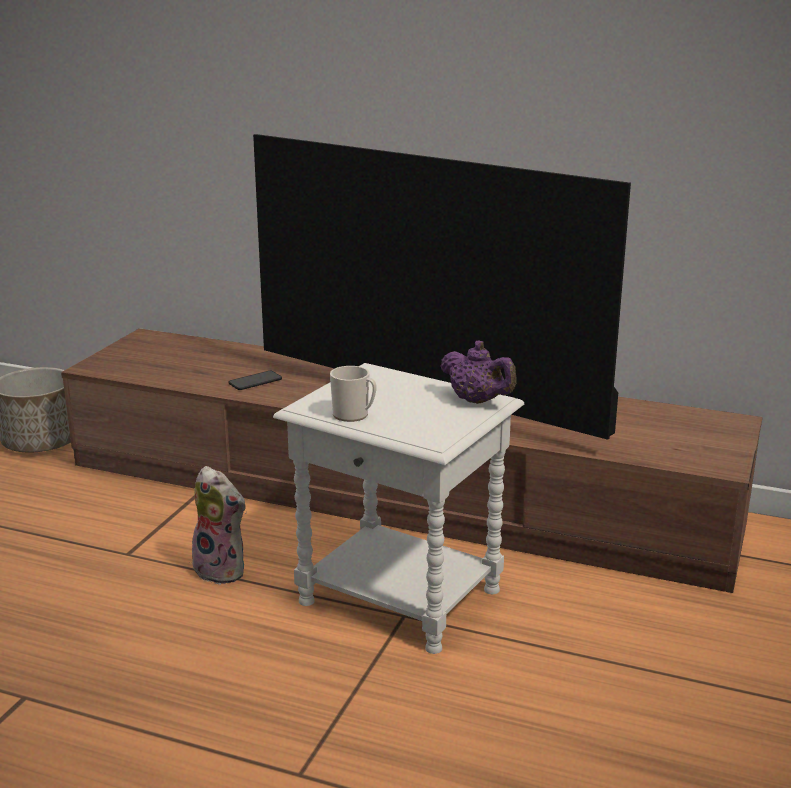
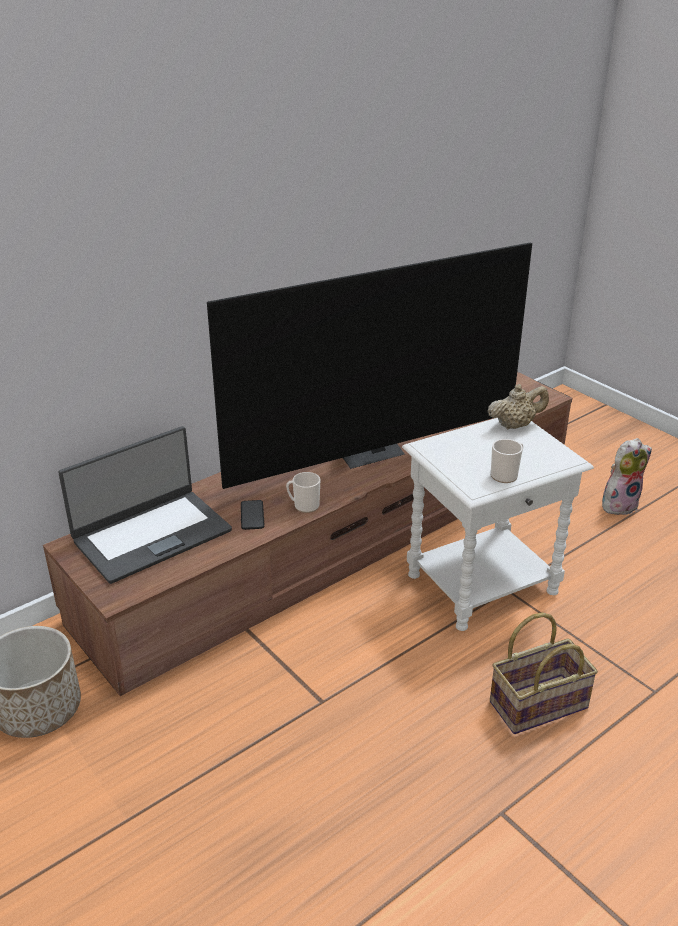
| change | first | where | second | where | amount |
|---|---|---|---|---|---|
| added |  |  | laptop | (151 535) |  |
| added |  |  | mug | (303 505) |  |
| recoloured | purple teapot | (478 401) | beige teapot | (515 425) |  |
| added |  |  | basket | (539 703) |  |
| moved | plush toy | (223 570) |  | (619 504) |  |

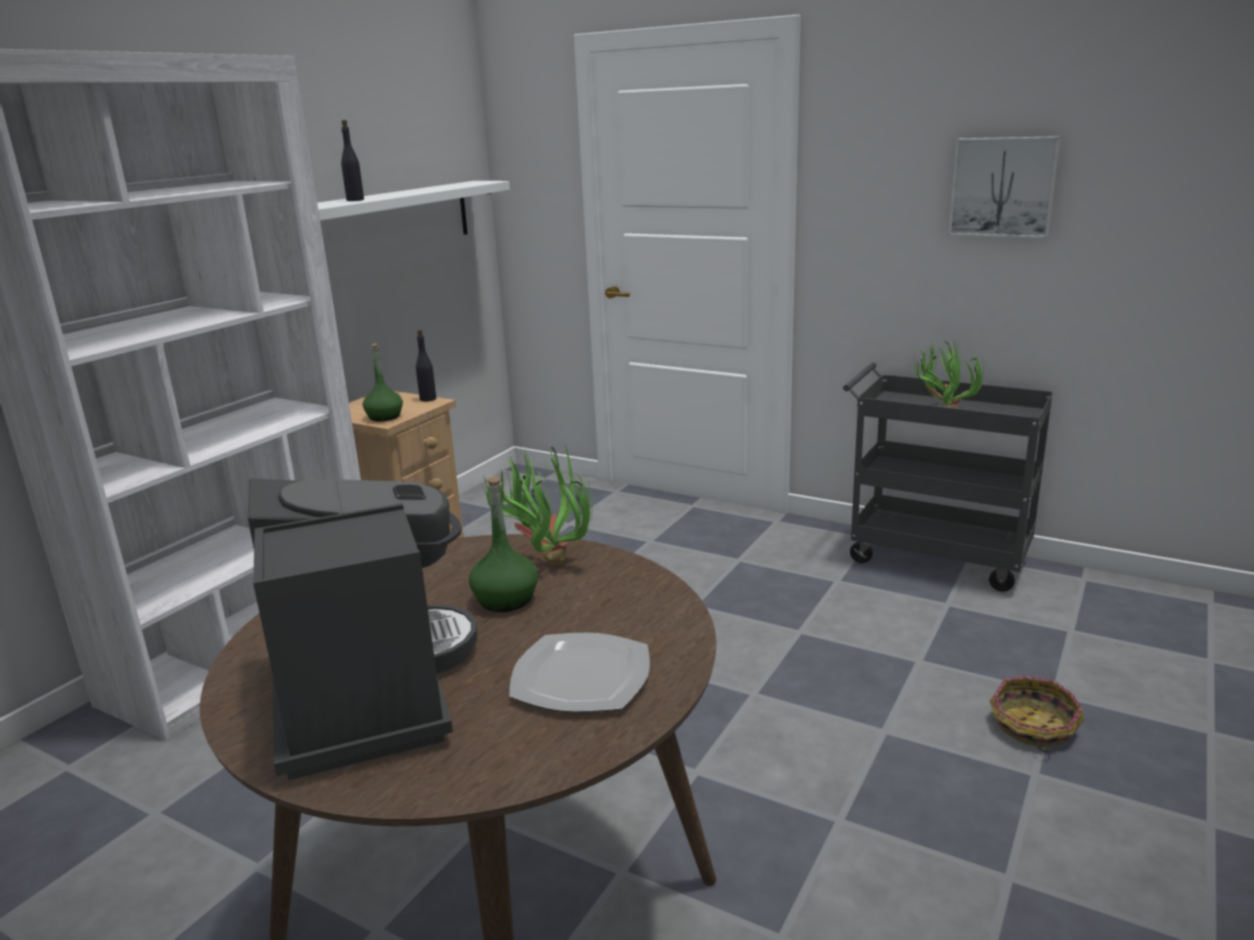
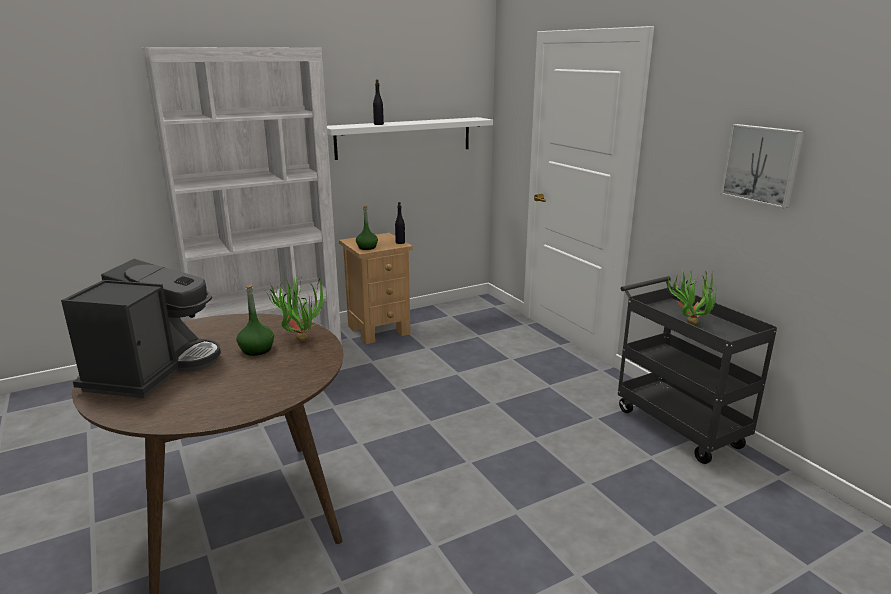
| change | first | where | second | where | amount |
|---|---|---|---|---|---|
| removed | plate | (583 676) |  |  |  |
| removed | basket | (1033 727) |  |  |  |

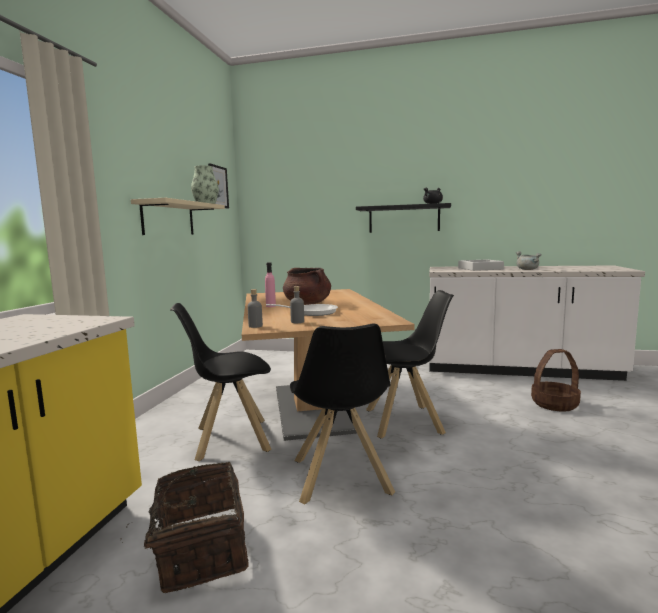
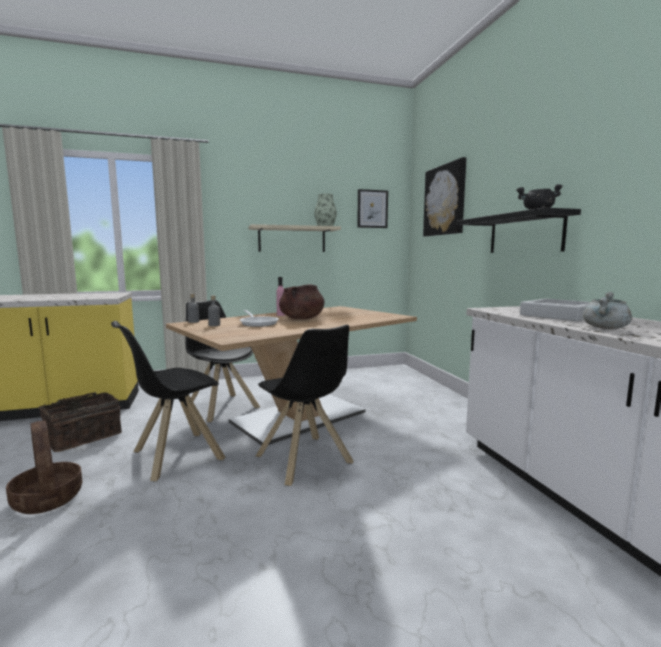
| change | first | where | second | where | amount |
|---|---|---|---|---|---|
| moved | basket | (554 404) |  | (48 498) |  |
| added |  |  | picture | (445 200) |  |

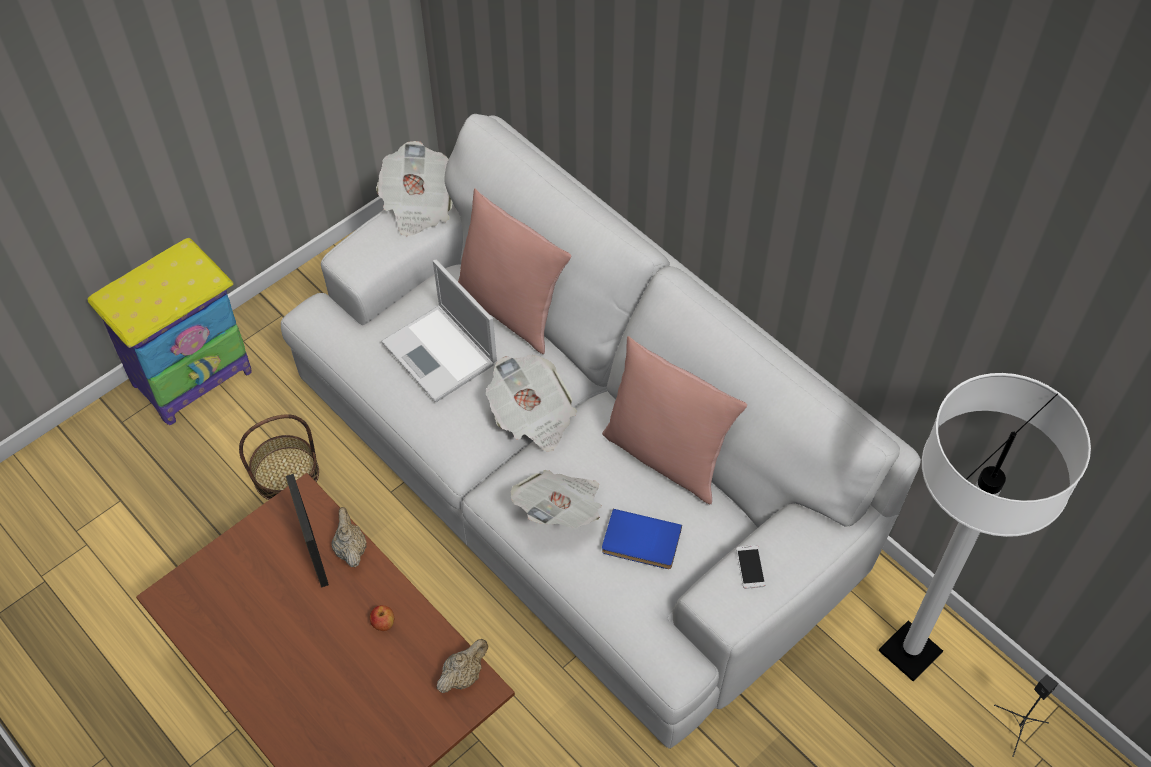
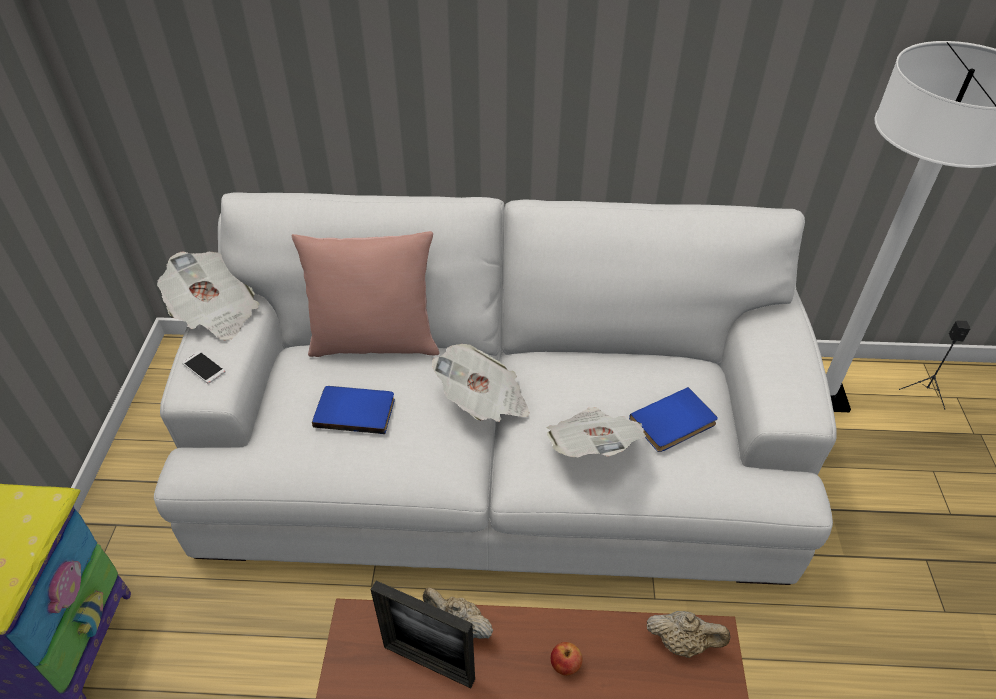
| change | first | where | second | where | amount |
|---|---|---|---|---|---|
| moved | phone | (750 567) |  | (203 367) |  |
| replaced | laptop | (441 354) | blue book | (355 410) |  |
| turned | beige teapot | (463 675) |  | (682 642) | 105 degrees clockwise |
| removed | basket | (286 474) |  |  |  |
| removed | pink pillow | (666 455) |  |  |  |

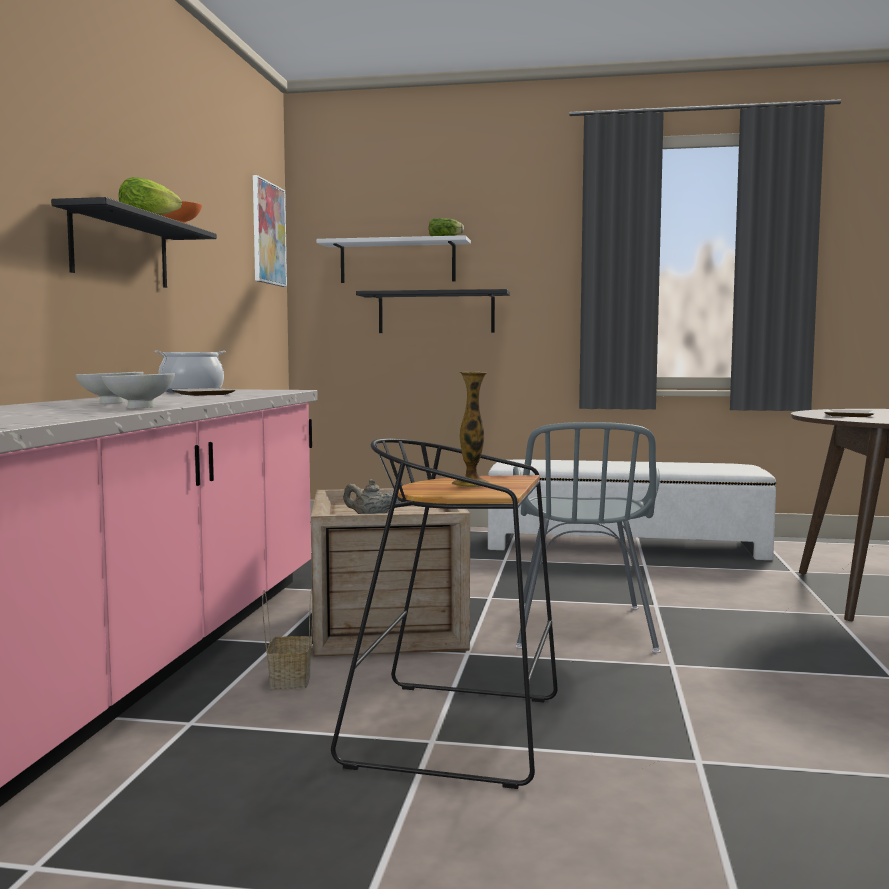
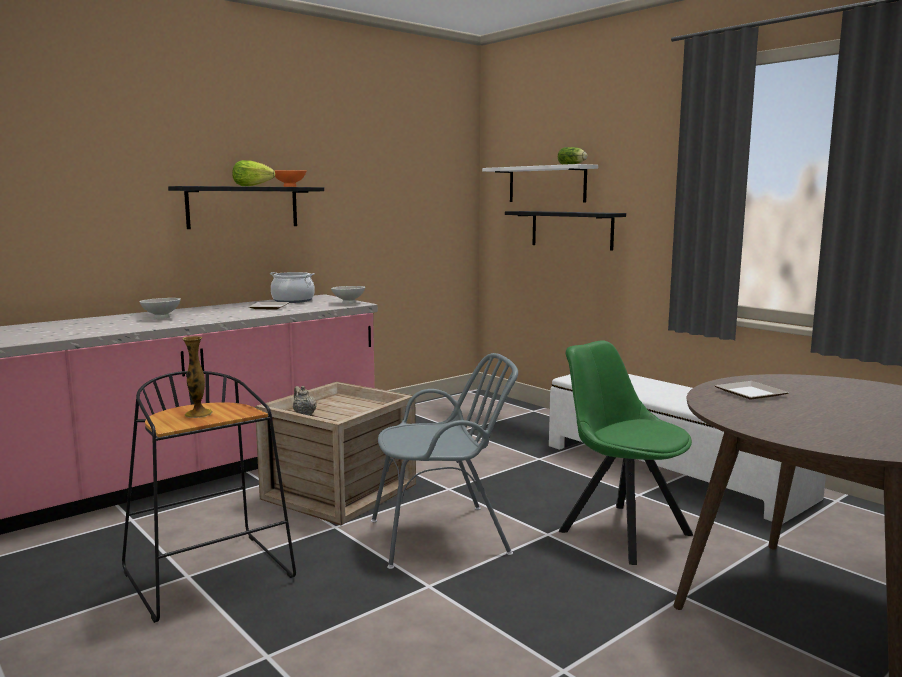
| change | first | where | second | where | amount |
|---|---|---|---|---|---|
| moved | white bowl | (139 407) |  | (347 303) |  |
| turned | grey chair | (583 629) |  | (445 535) | 150 degrees counterclockwise |
| added |  |  | green chair | (622 531) |  |
| removed | picture | (268 233) |  |  |  |
| removed | basket | (289 679) |  |  |  |

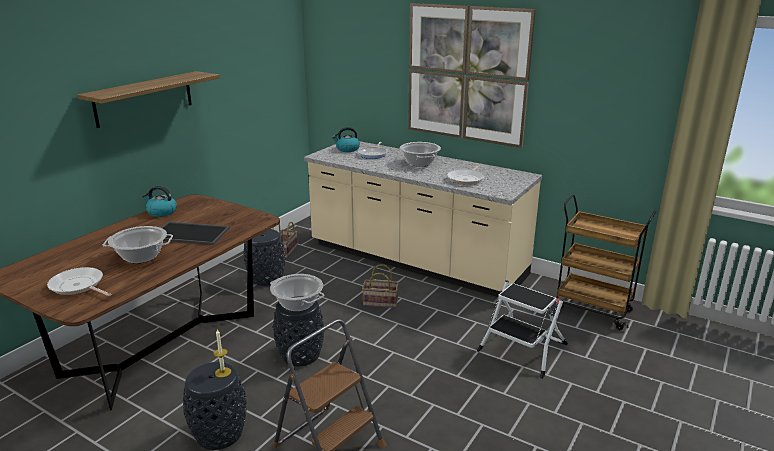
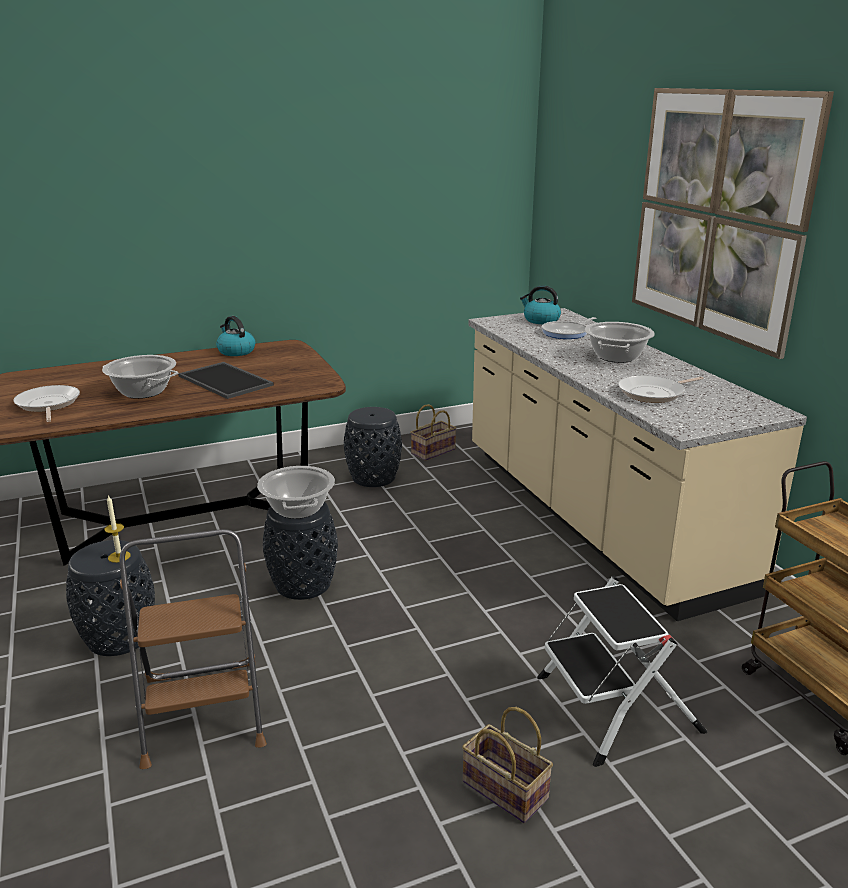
| change | first | where | second | where | amount |
|---|---|---|---|---|---|
| moved | basket | (379 302) |  | (502 790) |  |
| removed | shelf | (144 98) |  |  |  |

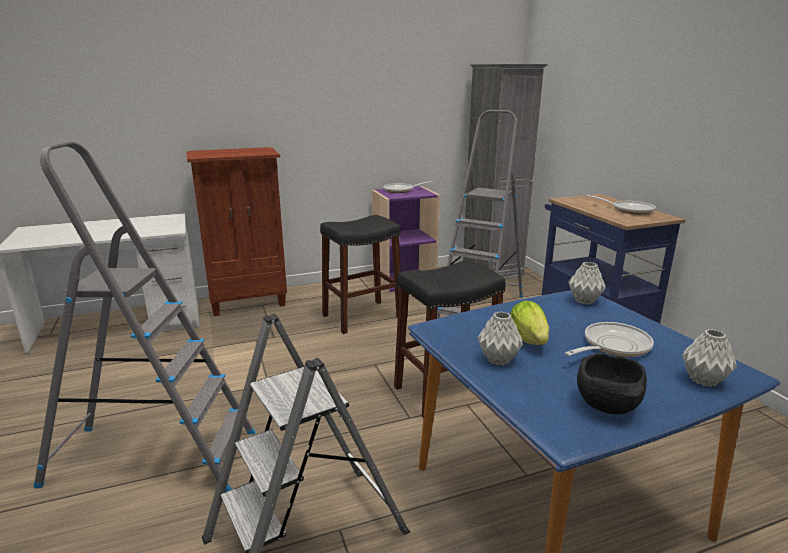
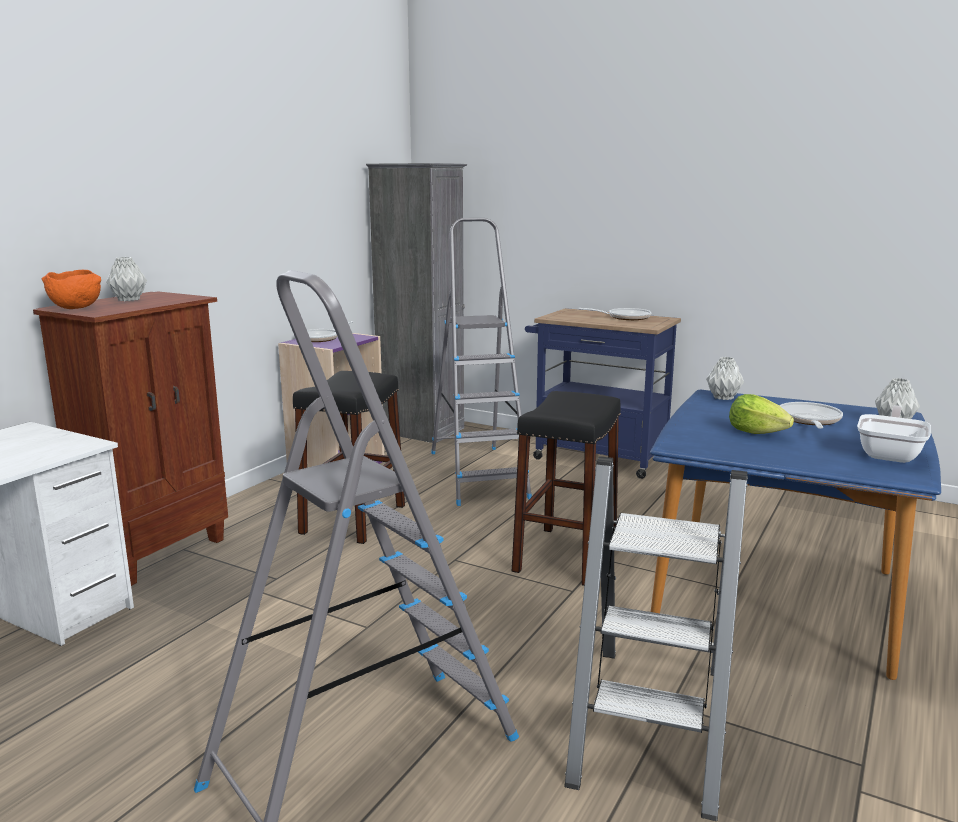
| change | first | where | second | where | amount |
|---|---|---|---|---|---|
| added |  |  | orange bowl | (77 308) |  |
| moved | grey vase | (499 360) |  | (129 300) |  |
| replaced | black bowl | (608 407) | frying pan | (890 454) |  |

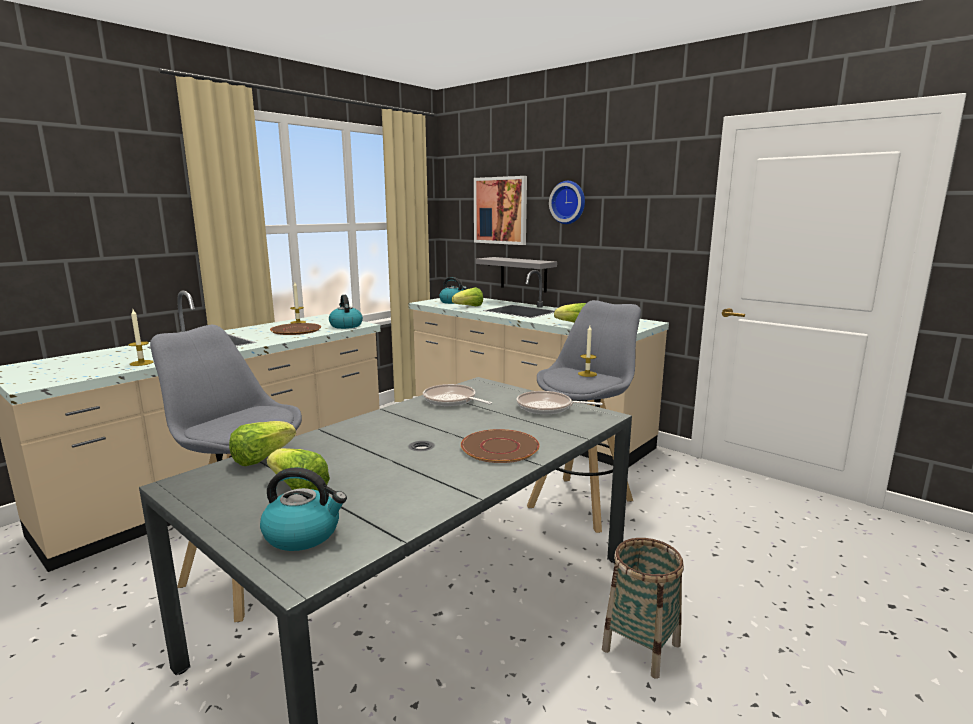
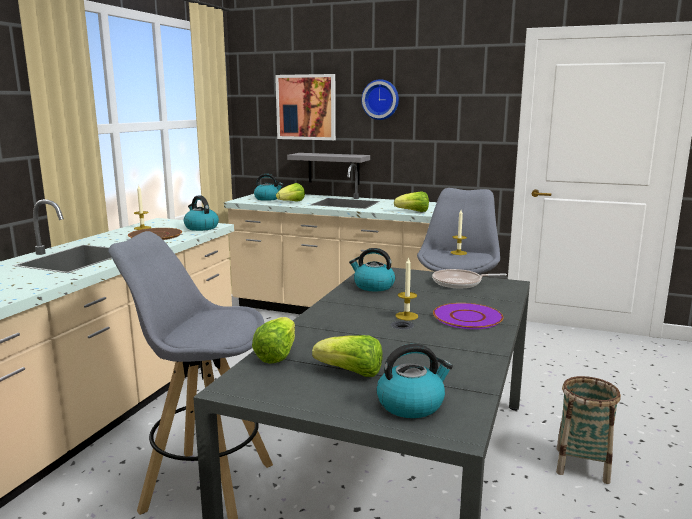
| change | first | where | second | where | amount |
|---|---|---|---|---|---|
| replaced | frying pan | (452 400) | kettle | (373 286) |  |
| moved | candle | (141 363) |  | (406 316) |  |
| recoloured | brown plate | (500 447) | purple plate | (468 317) |  |

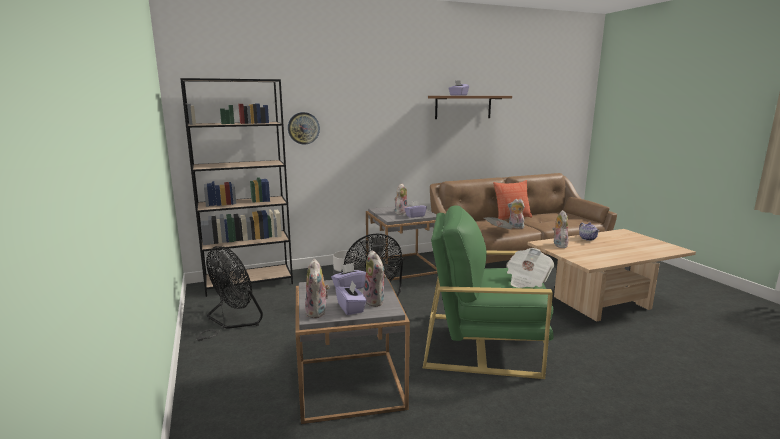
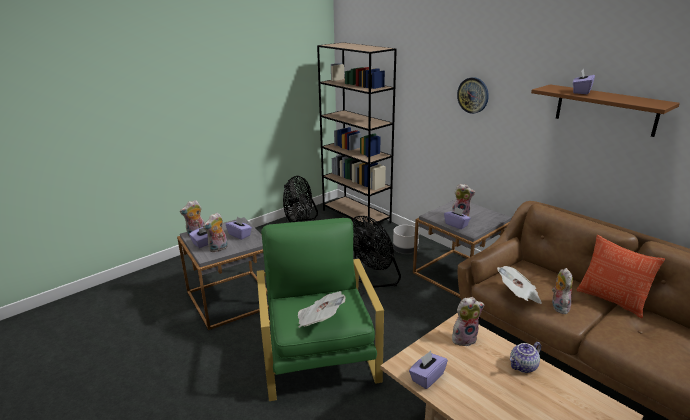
| change | first | where | second | where | amount |
|---|---|---|---|---|---|
| added |  |  | purple tissue box | (427 377) |  |
| moved | wall clock | (303 128) |  | (473 95) |  |

